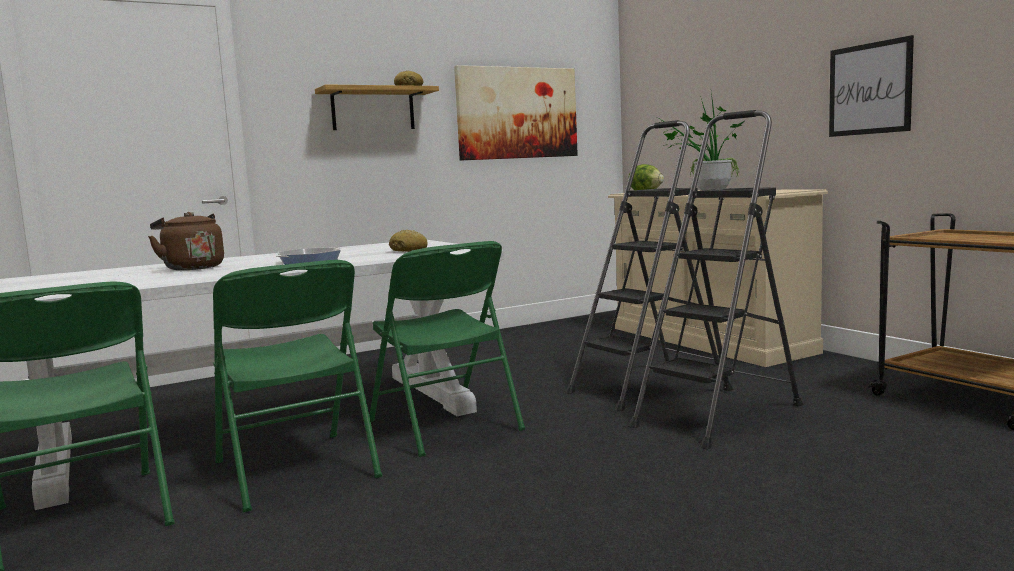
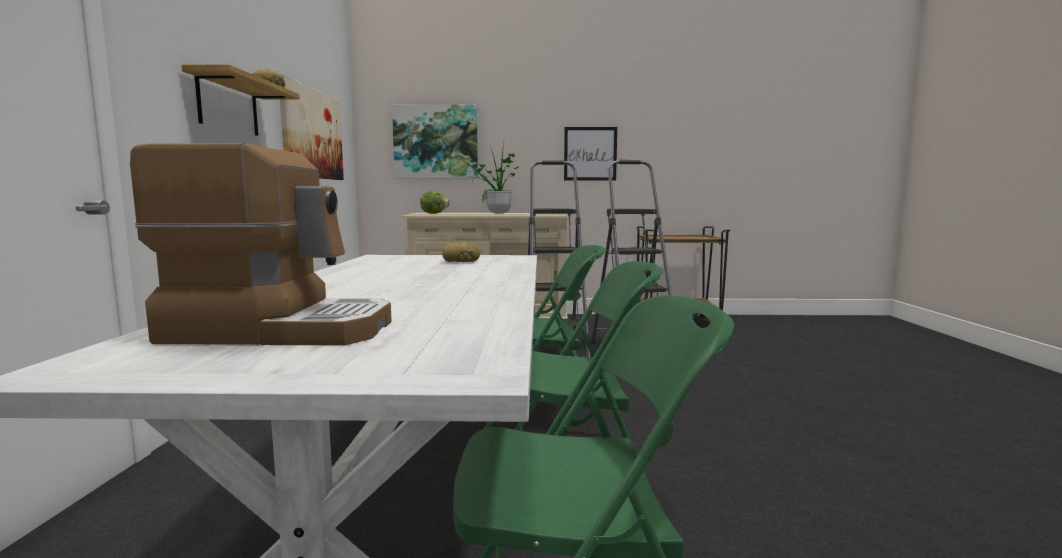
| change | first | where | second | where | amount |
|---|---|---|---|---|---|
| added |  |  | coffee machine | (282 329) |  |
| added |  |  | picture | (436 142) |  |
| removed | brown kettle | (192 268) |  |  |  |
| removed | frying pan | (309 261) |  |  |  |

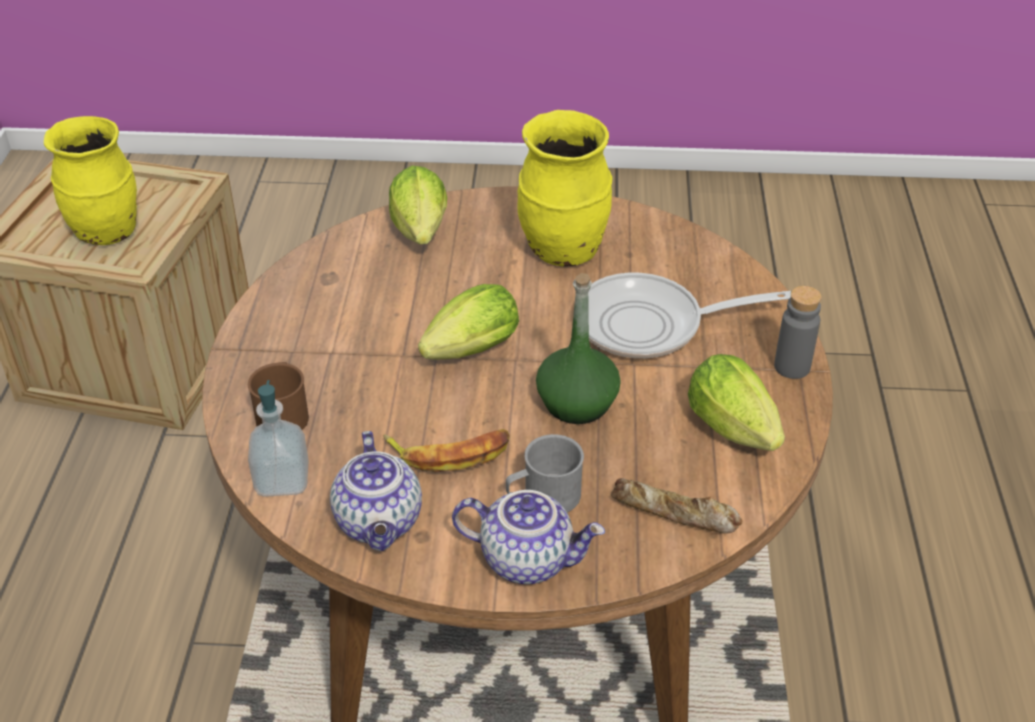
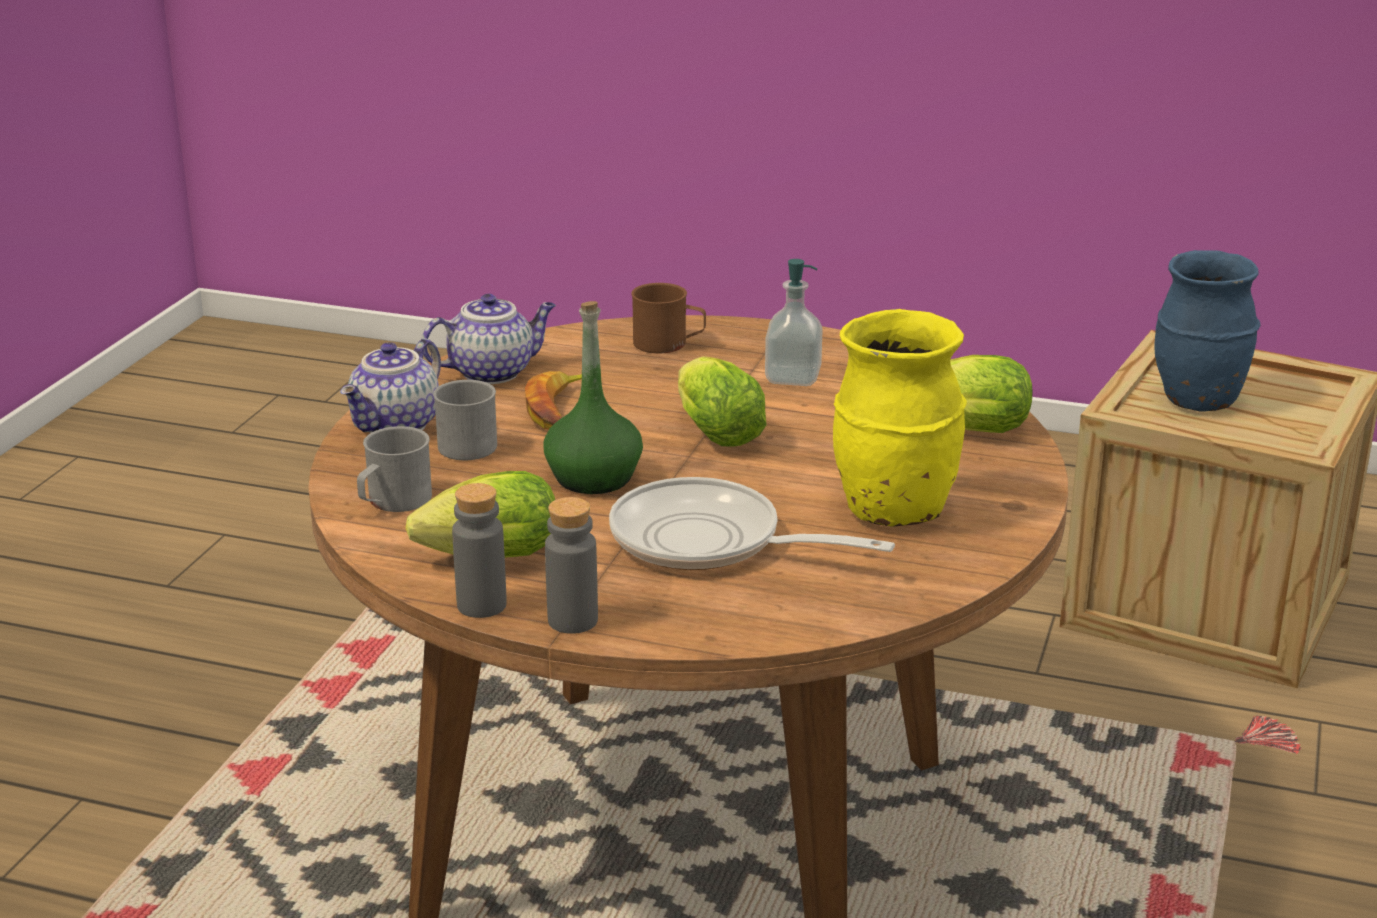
| change | first | where | second | where | amount |
|---|---|---|---|---|---|
| replaced | bread | (675 513) | grey mug | (393 502) |  |
| turned | teapot | (380 523) |  | (493 372) | 150 degrees clockwise |
| added |  |  | grey bottle | (481 605) |  |
| turned | frying pan | (650 325) |  | (709 542) | 75 degrees counterclockwise |
| moved | soap dispenser | (282 480) |  | (793 377) |  |
| recoloured | yellow vase | (108 233) | blue vase | (1197 401) |  |

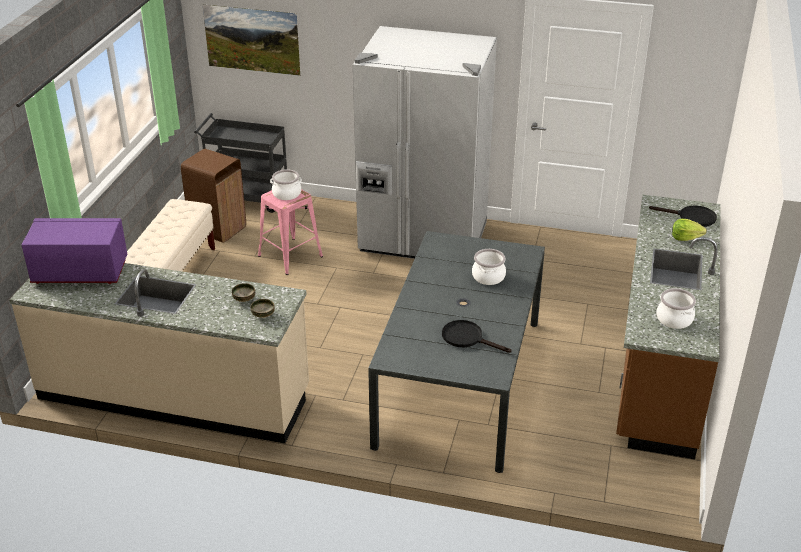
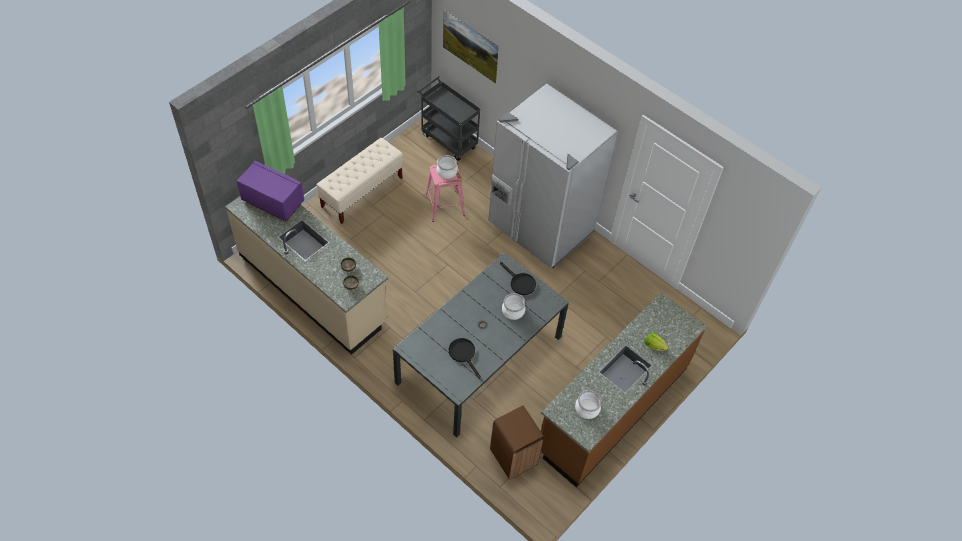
| change | first | where | second | where | amount |
|---|---|---|---|---|---|
| moved | brown trash can | (218 228) |  | (513 457) |  |
| moved | black frying pan | (691 218) |  | (520 282) |  |

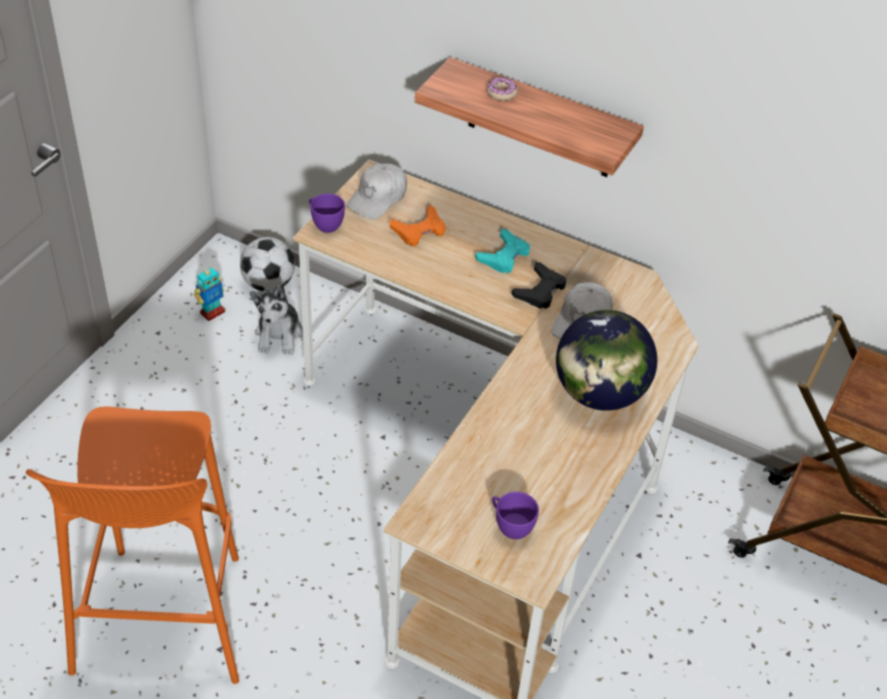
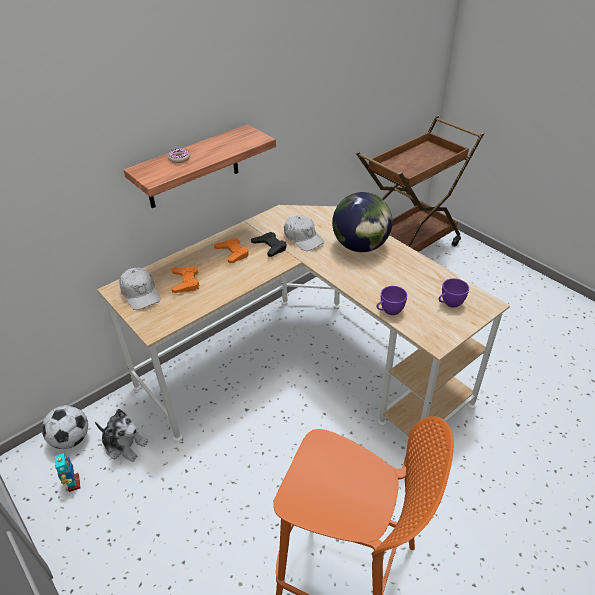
| change | first | where | second | where | amount |
|---|---|---|---|---|---|
| recoloured | turquoise game controller | (504 256) | orange game controller | (232 253) |  |
| moved | purple cup | (325 224) |  | (389 311) |  |

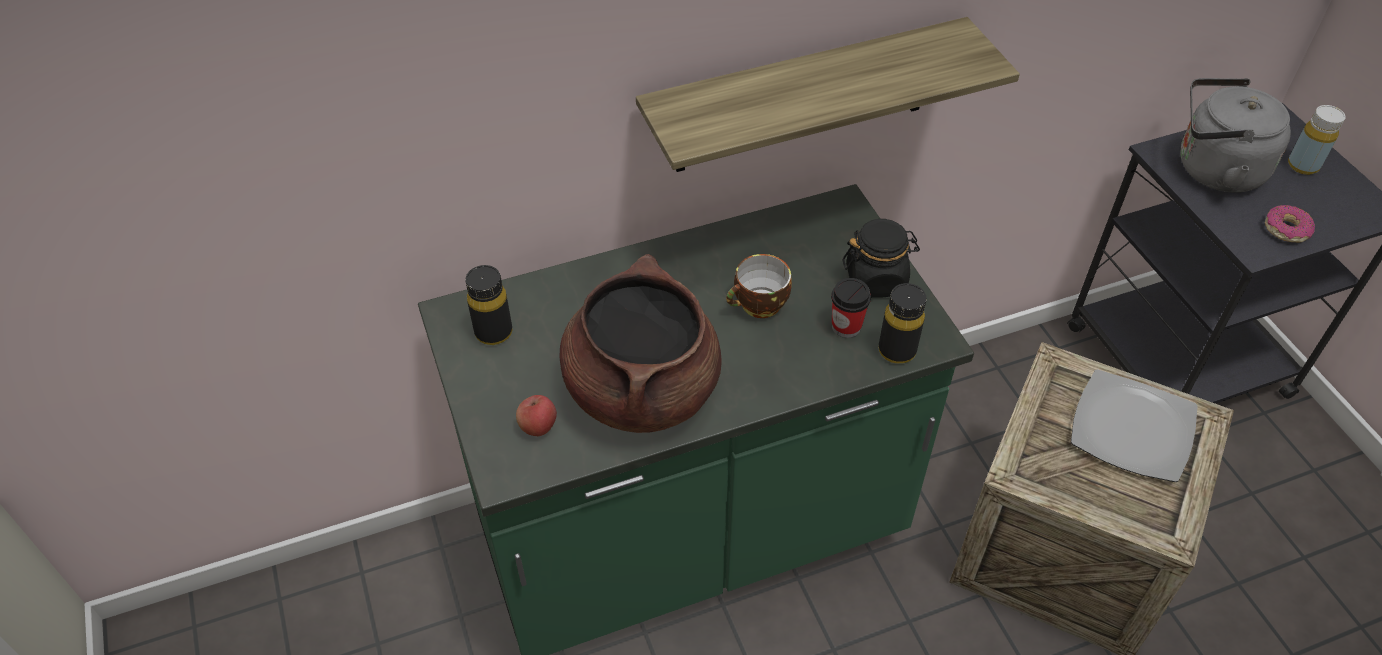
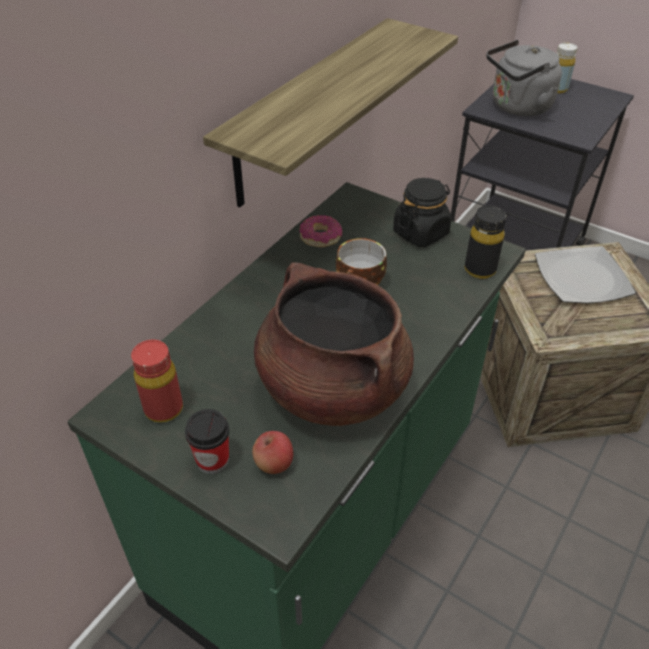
| change | first | where | second | where | amount |
|---|---|---|---|---|---|
| recoloured | black bottle | (493 332) | red bottle | (164 409) |  |
| moved | cup | (846 326) |  | (212 460) |  |
| moved | donut | (1286 229) |  | (320 237) |  |

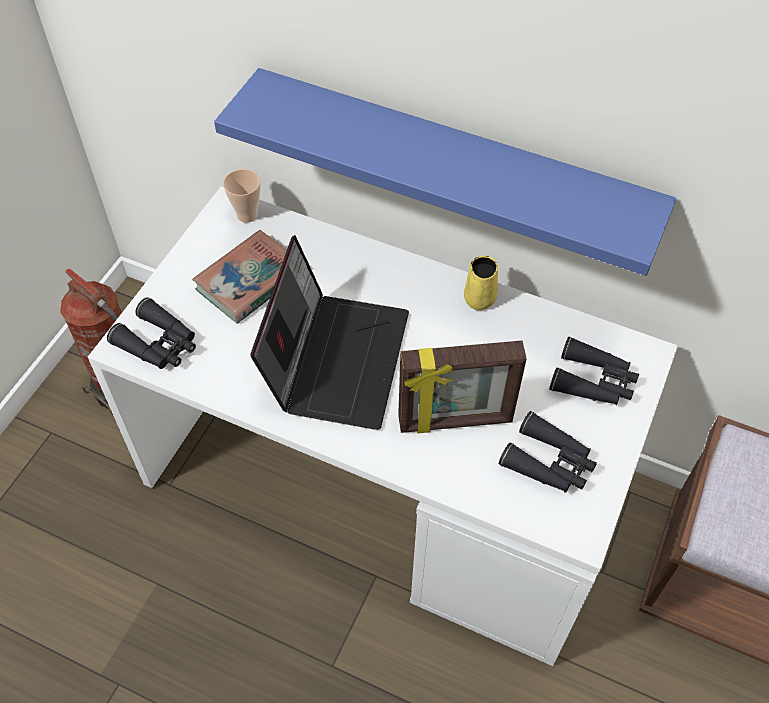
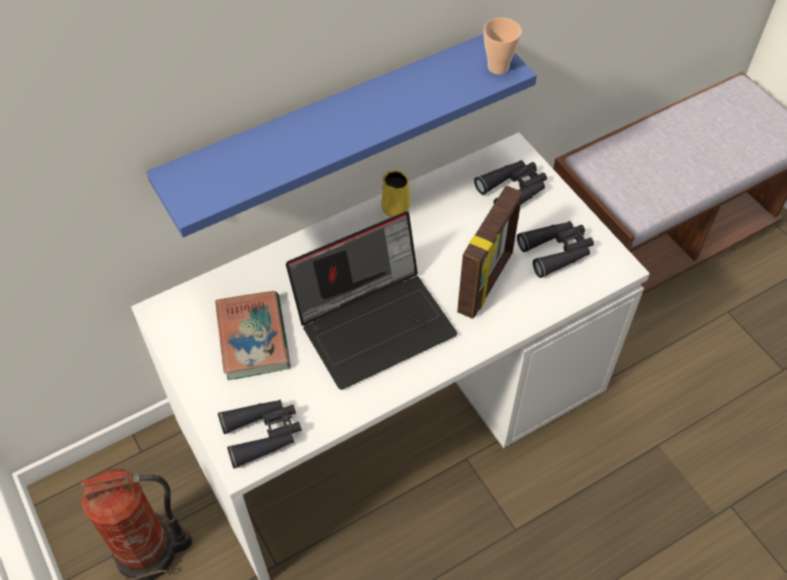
| change | first | where | second | where | amount |
|---|---|---|---|---|---|
| turned | laptop | (336 358) |  | (376 322) | 105 degrees clockwise |
| moved | cup | (247 215) |  | (498 67) |  |

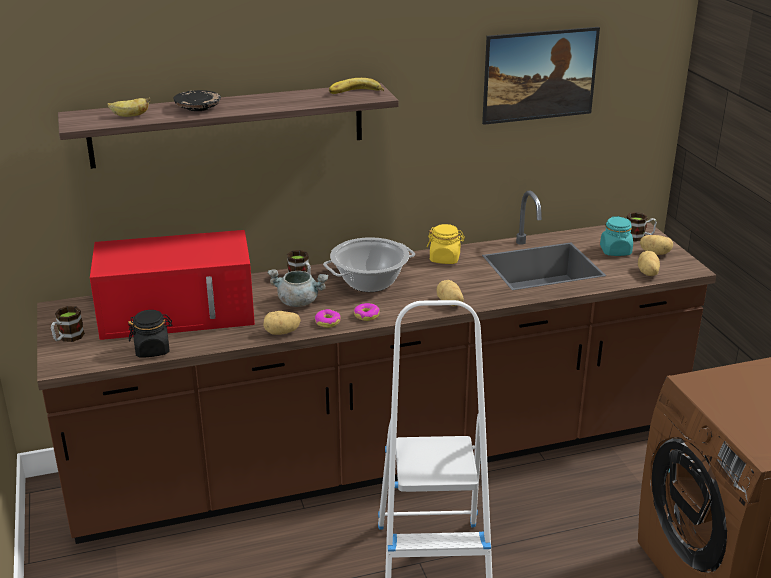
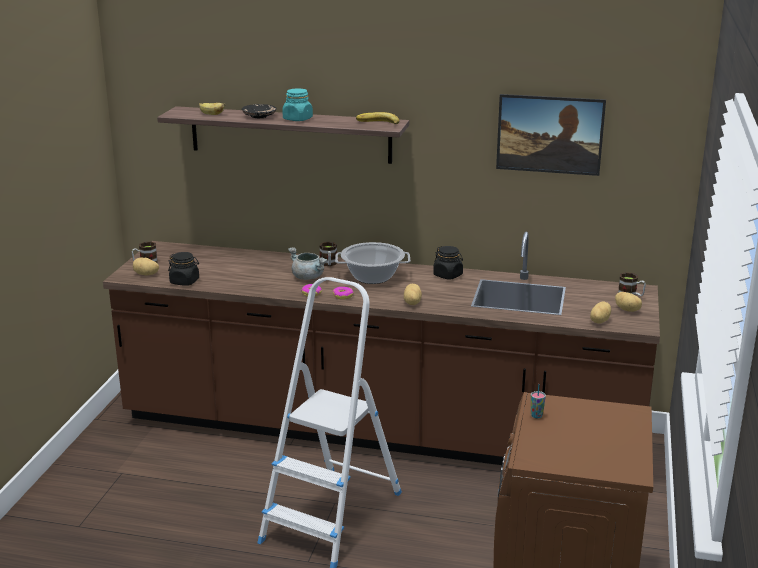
| change | first | where | second | where | amount |
|---|---|---|---|---|---|
| moved | potato | (282 333) |  | (146 274) |  |
| moved | turquoise jar | (615 251) |  | (297 119) |  |
| recoloured | yellow jar | (445 259) | black jar | (448 275) |  |
| added |  |  | cup | (536 415) |  |
| removed | red microwave | (180 312) |  |  |  |

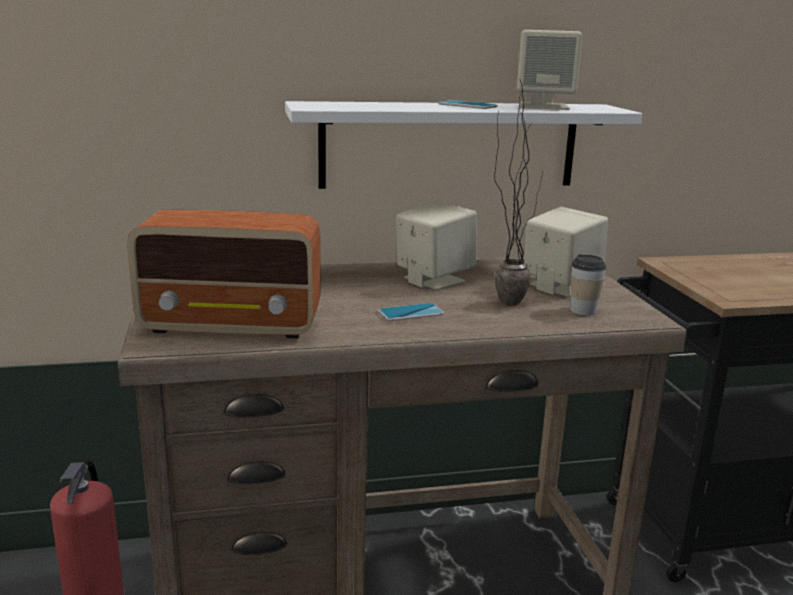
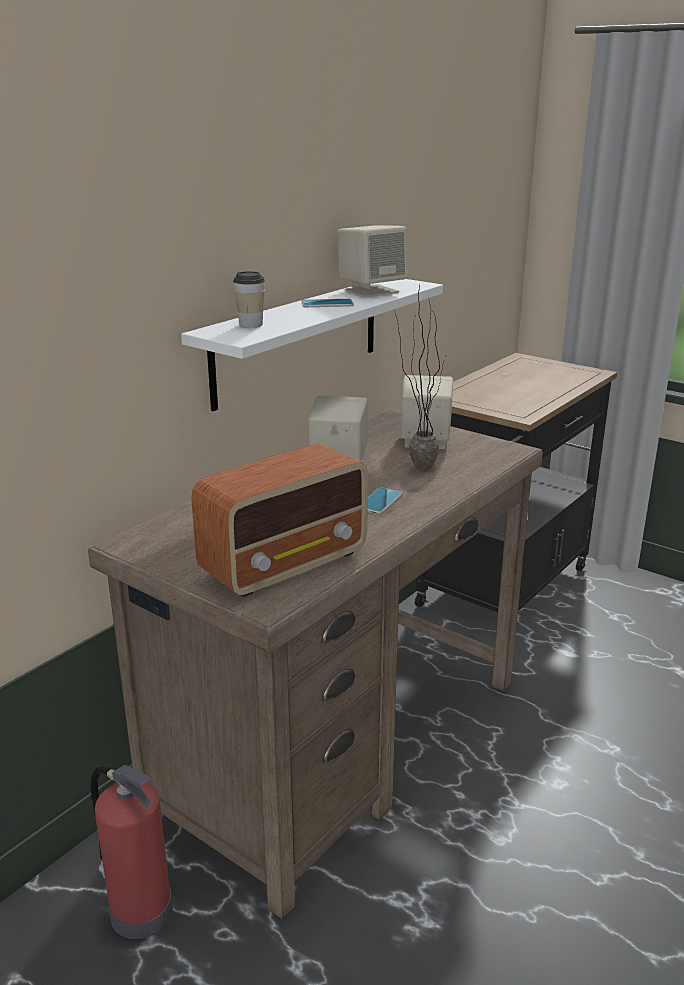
| change | first | where | second | where | amount |
|---|---|---|---|---|---|
| moved | cup | (583 310) |  | (251 324) |  |

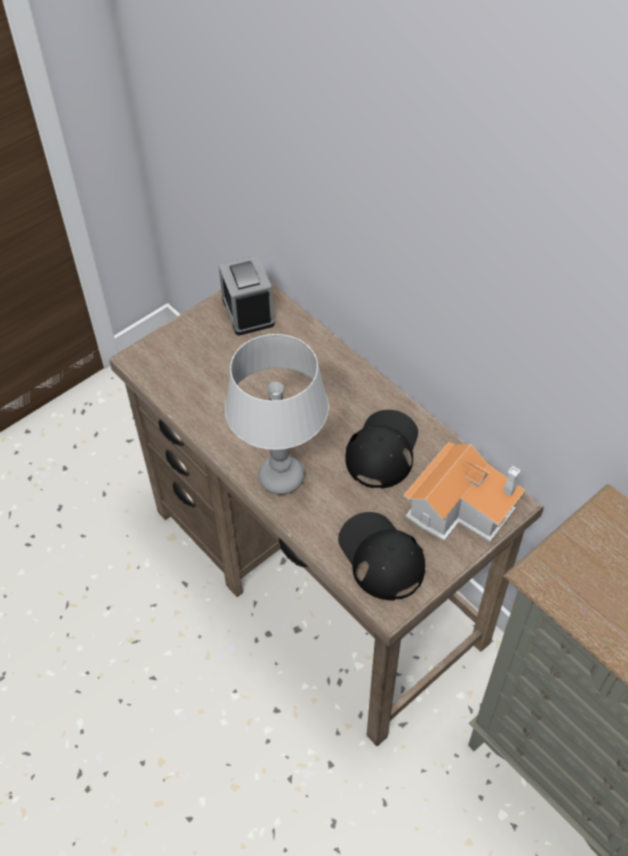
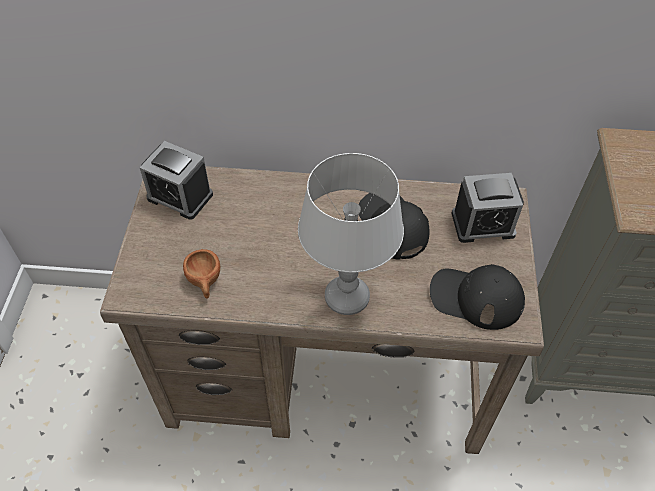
| change | first | where | second | where | amount |
|---|---|---|---|---|---|
| added |  |  | brown cup | (205 282) |  |
| replaced | toy house | (461 506) | alarm clock | (483 224) |  |

